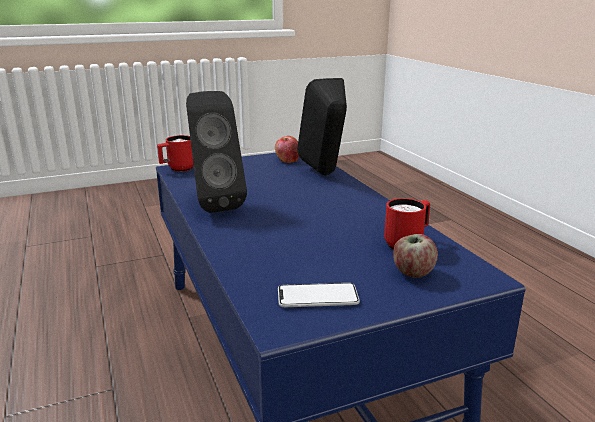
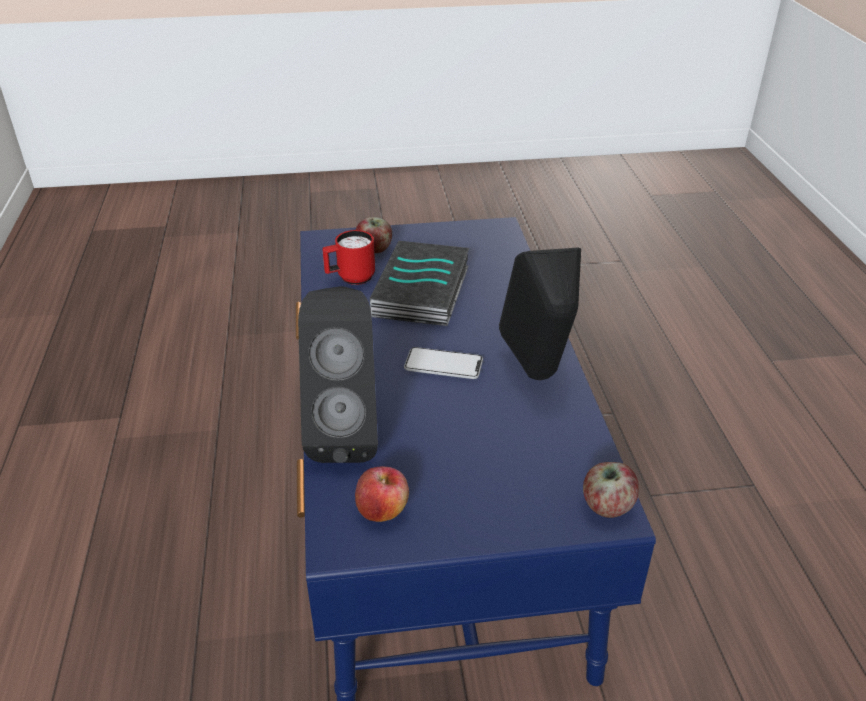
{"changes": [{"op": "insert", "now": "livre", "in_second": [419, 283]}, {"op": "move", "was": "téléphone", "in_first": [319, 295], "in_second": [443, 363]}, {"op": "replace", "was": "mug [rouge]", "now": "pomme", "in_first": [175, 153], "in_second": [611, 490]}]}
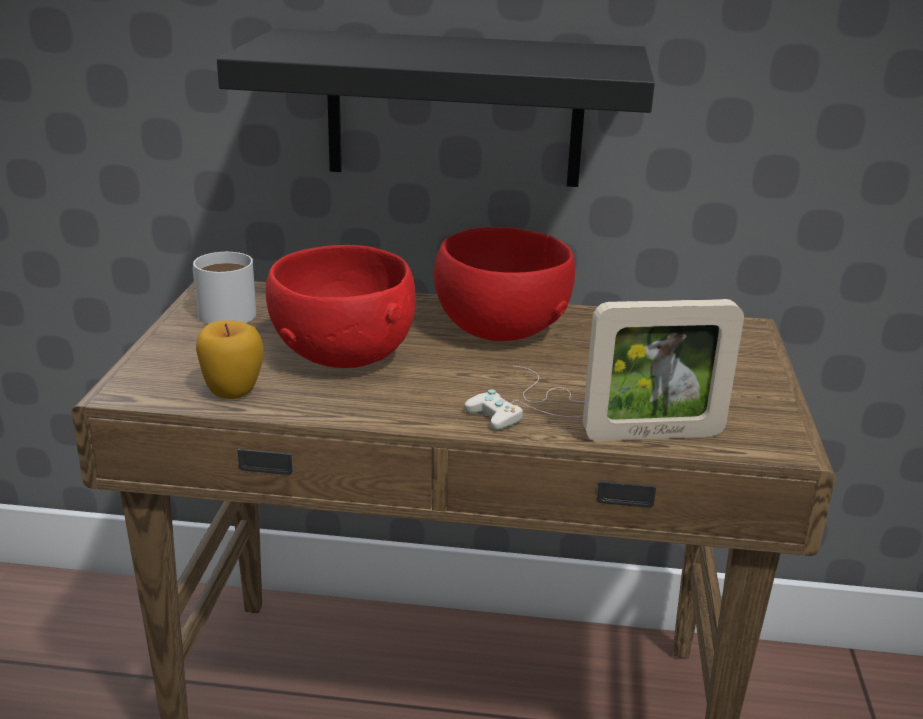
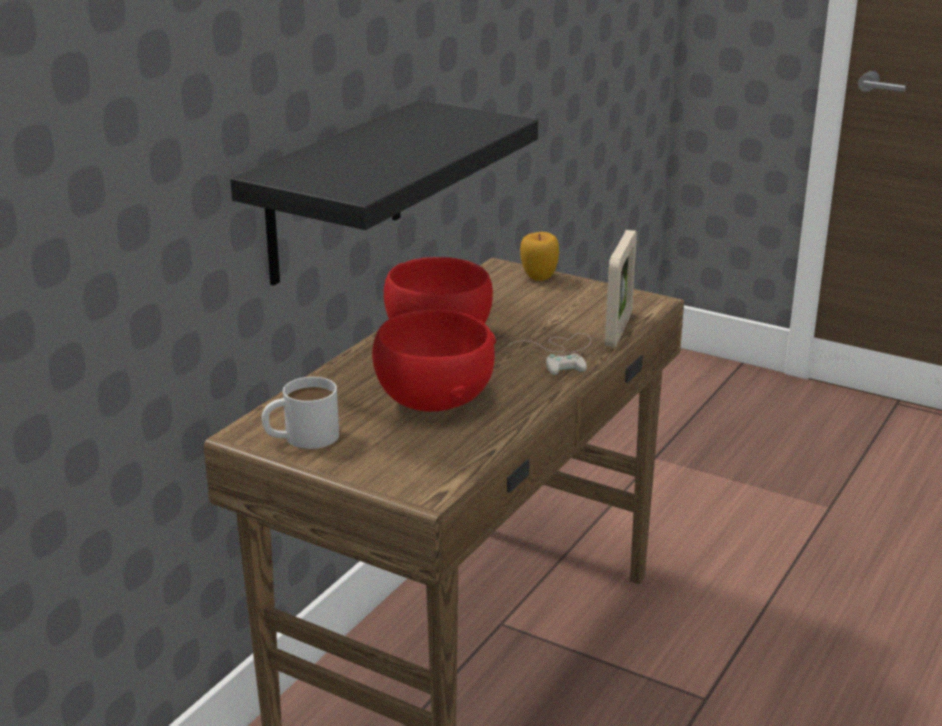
{"changes": [{"op": "move", "was": "pomme", "in_first": [230, 359], "in_second": [539, 256]}]}
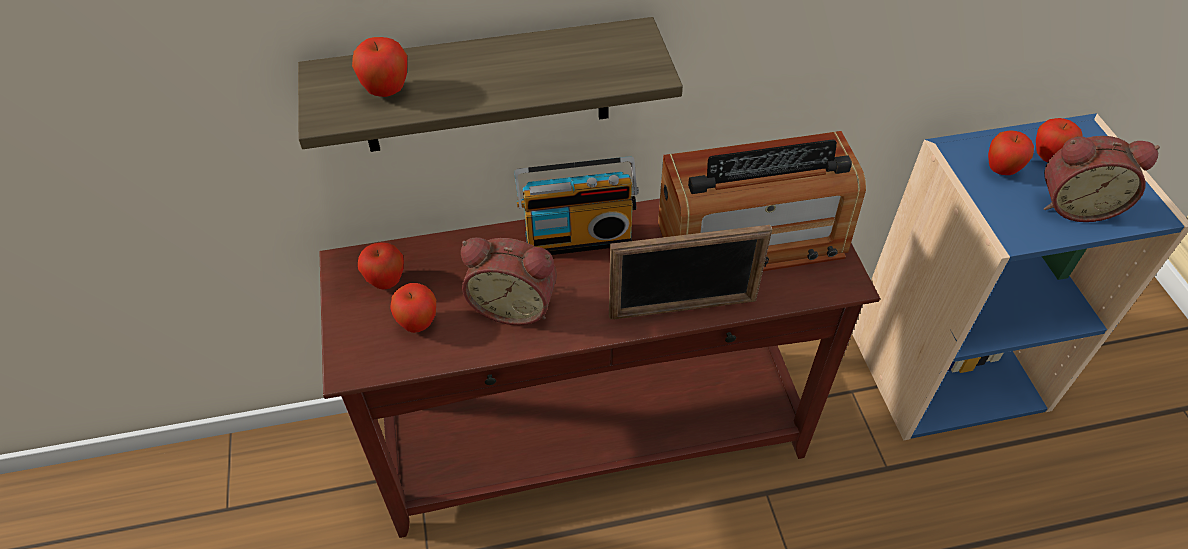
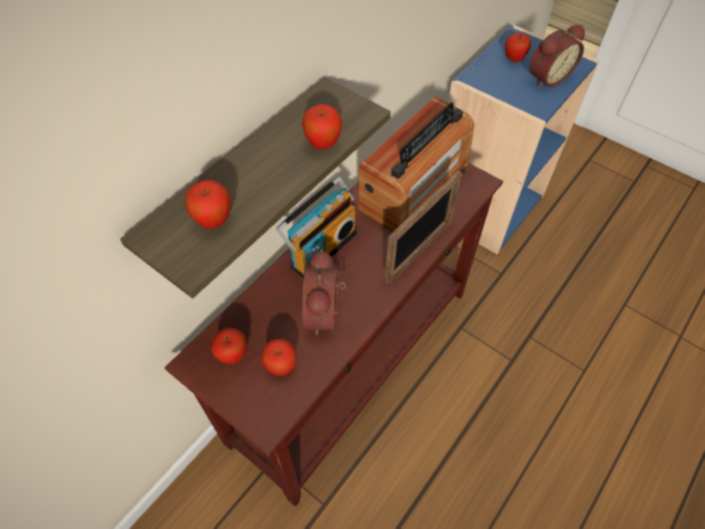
{"changes": [{"op": "move", "was": "pomme", "in_first": [1011, 152], "in_second": [322, 126]}, {"op": "rotate", "was": "réveil", "in_first": [509, 281], "in_second": [324, 292], "clockwise": 120}]}
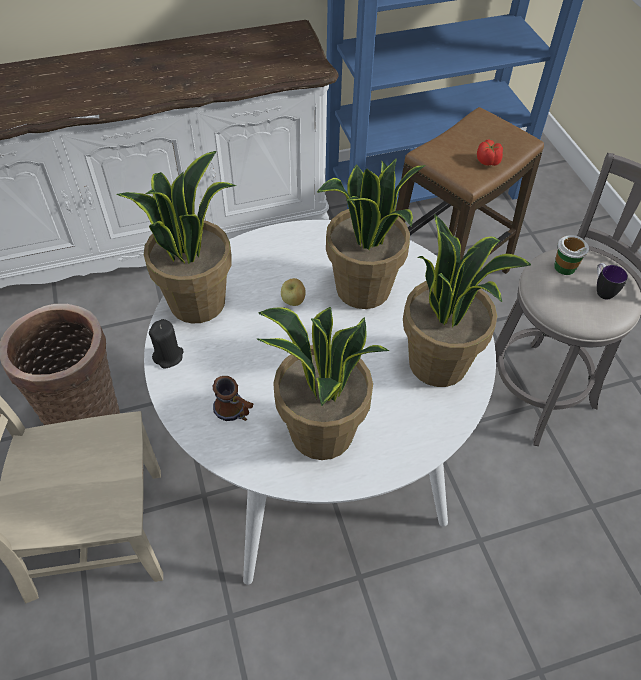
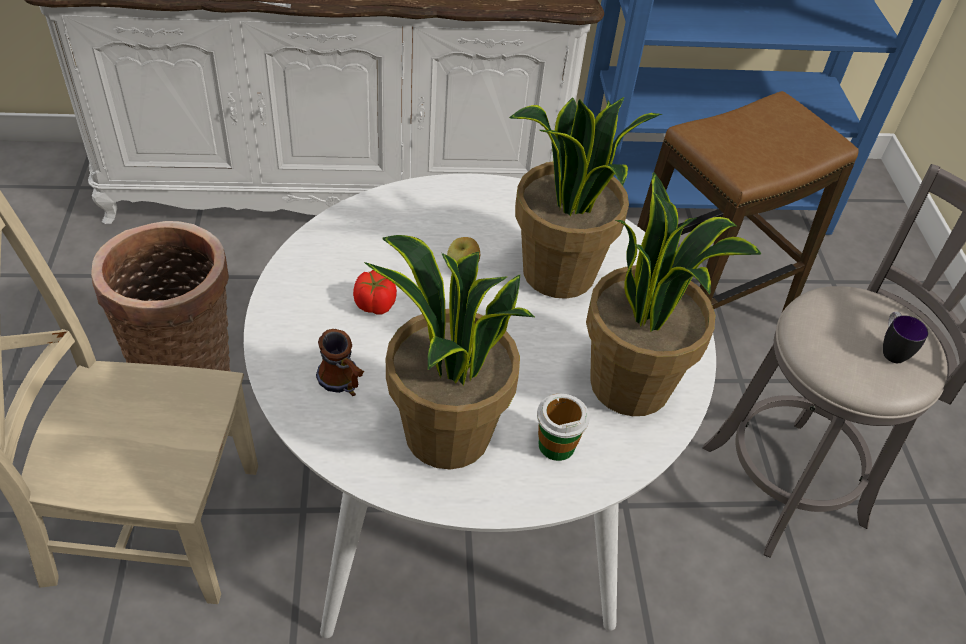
{"changes": [{"op": "delete", "was": "plante en pot", "in_first": [177, 237]}, {"op": "delete", "was": "bougie [noir]", "in_first": [166, 344]}, {"op": "move", "was": "tomate", "in_first": [490, 153], "in_second": [375, 292]}, {"op": "move", "was": "tasse", "in_first": [571, 255], "in_second": [563, 427]}]}
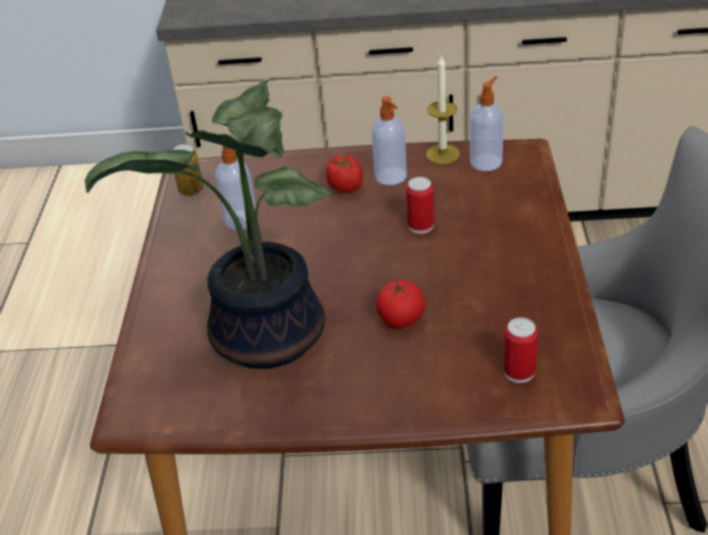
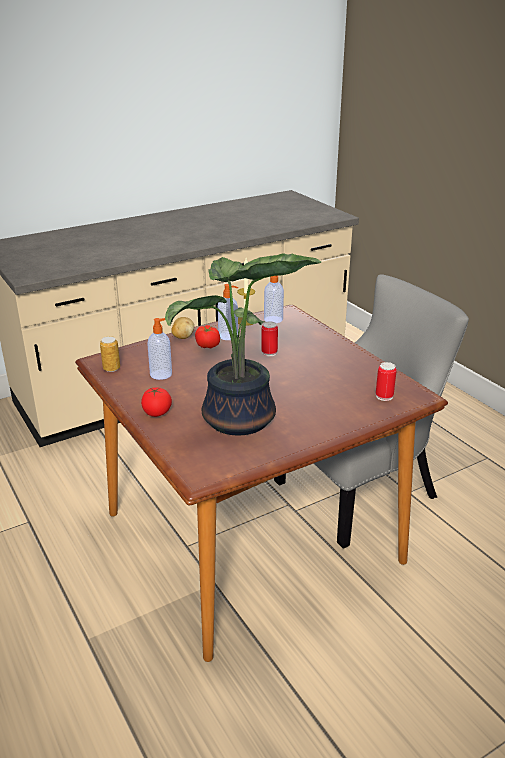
{"changes": [{"op": "insert", "now": "pomme de terre", "in_second": [182, 328]}, {"op": "move", "was": "tomate", "in_first": [400, 304], "in_second": [156, 402]}]}
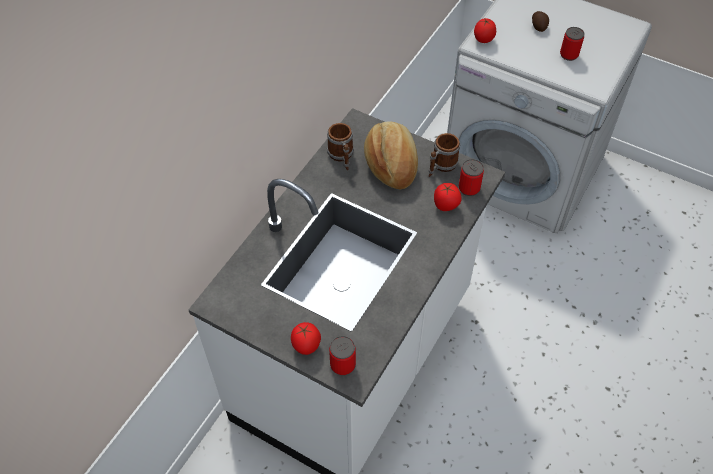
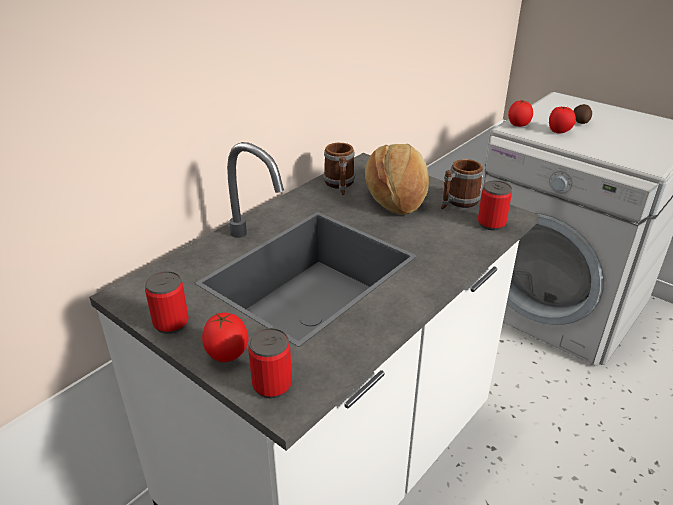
{"changes": [{"op": "move", "was": "tomate", "in_first": [448, 197], "in_second": [562, 119]}, {"op": "move", "was": "boîte métallique", "in_first": [572, 44], "in_second": [167, 302]}]}
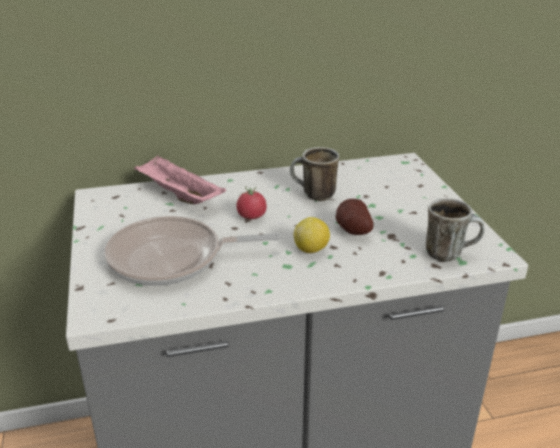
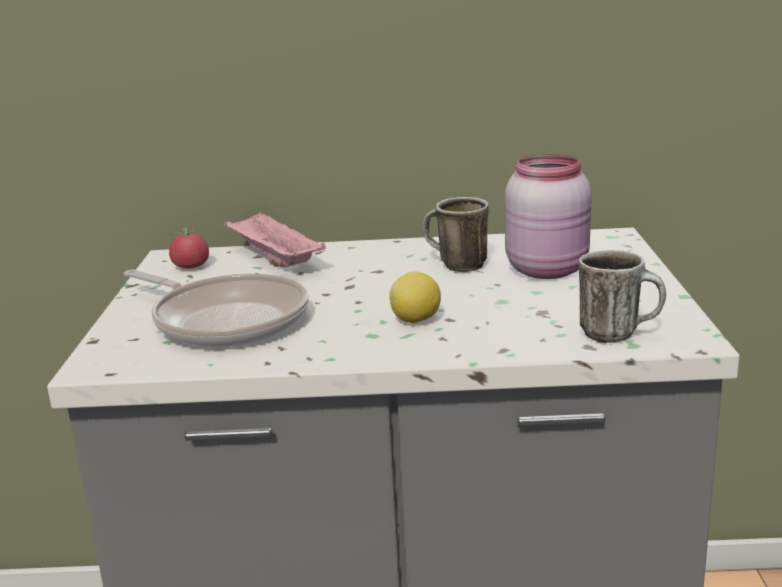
{"changes": [{"op": "delete", "was": "pomme de terre", "in_first": [355, 217]}, {"op": "insert", "now": "bocal [rose]", "in_second": [548, 216]}, {"op": "move", "was": "tomate", "in_first": [251, 203], "in_second": [189, 246]}, {"op": "rotate", "was": "poêle", "in_first": [192, 251], "in_second": [216, 308], "clockwise": -150}]}
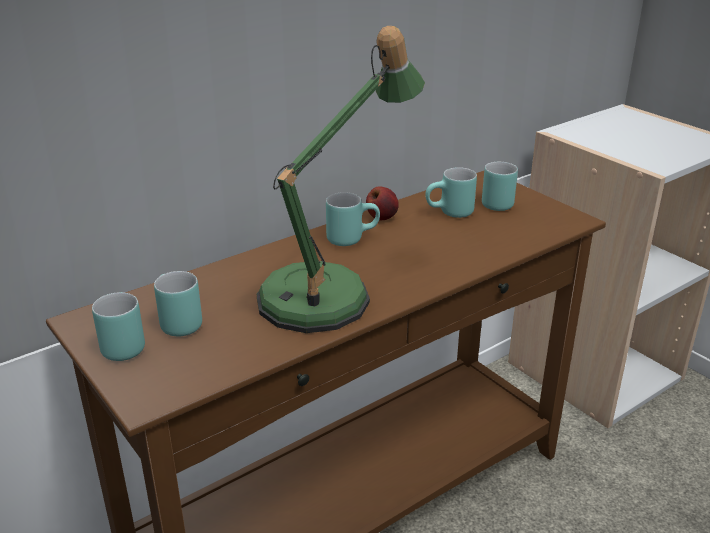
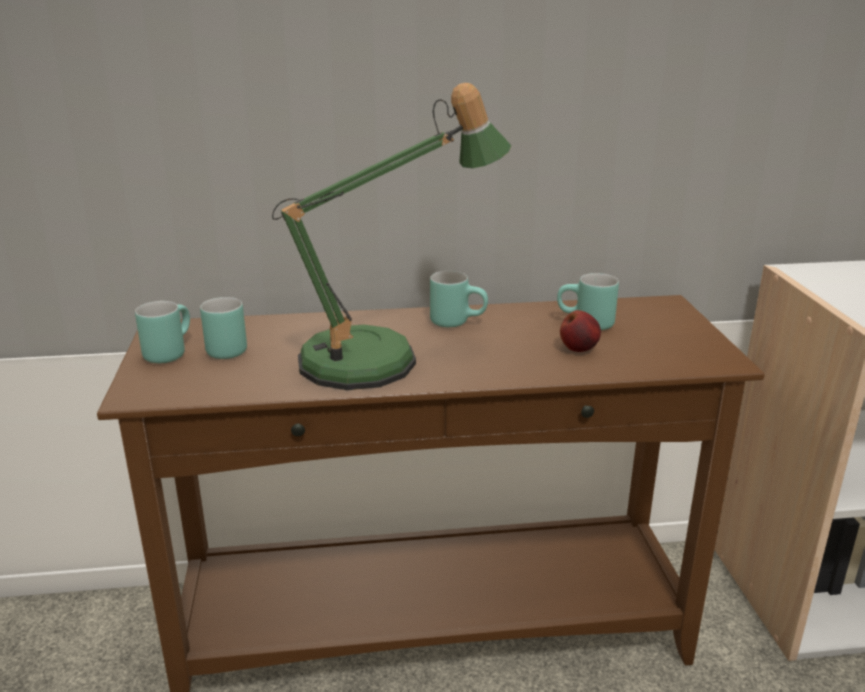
{"changes": [{"op": "delete", "was": "mug [turquoise]", "in_first": [500, 186]}, {"op": "move", "was": "pomme", "in_first": [382, 203], "in_second": [580, 331]}]}
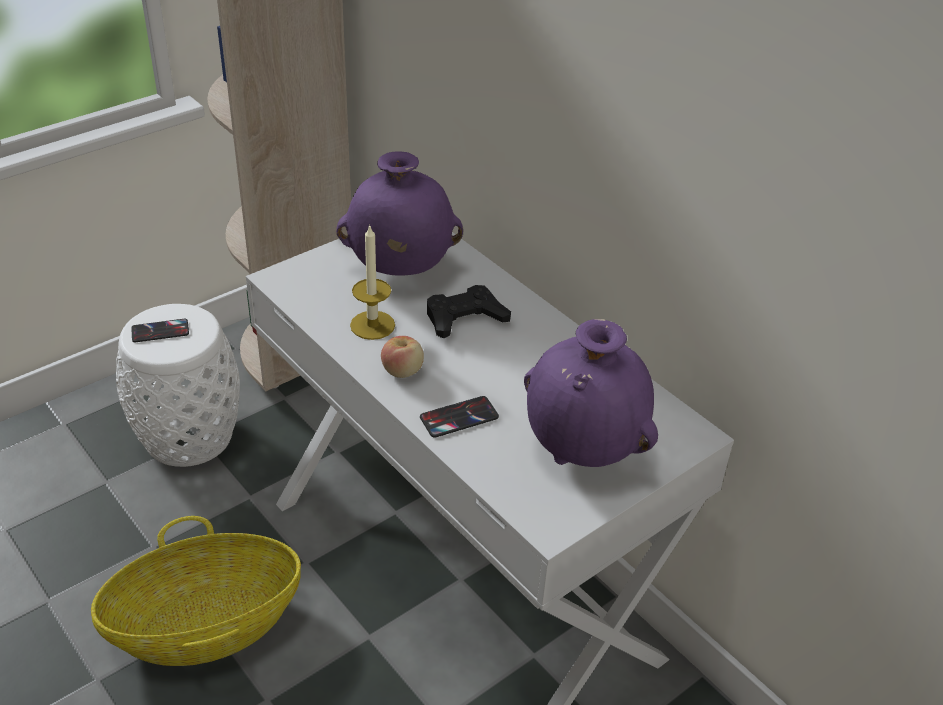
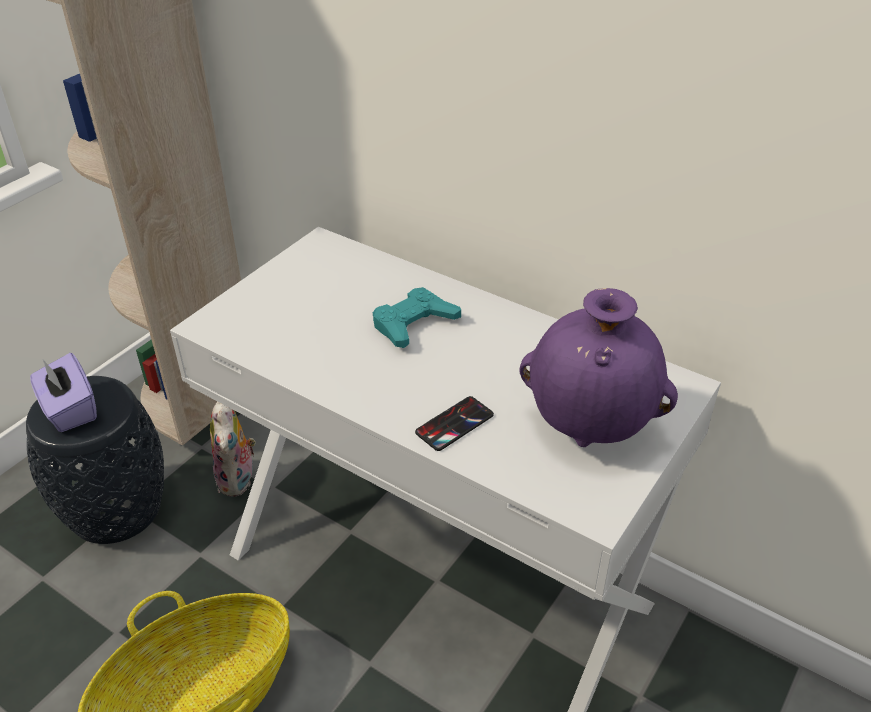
{"changes": [{"op": "delete", "was": "vase [violet]", "in_first": [399, 213]}, {"op": "delete", "was": "bougie", "in_first": [372, 282]}, {"op": "delete", "was": "pomme", "in_first": [402, 357]}, {"op": "insert", "now": "peluche", "in_second": [233, 449]}, {"op": "replace", "was": "téléphone", "now": "boîte à mouchoirs [violet]", "in_first": [160, 330], "in_second": [63, 392]}, {"op": "recolor", "was": "tabouret [blanc]", "now": "tabouret [noir]", "in_first": [178, 385], "in_second": [95, 460]}, {"op": "recolor", "was": "manette [noir]", "now": "manette [turquoise]", "in_first": [469, 312], "in_second": [417, 317]}]}
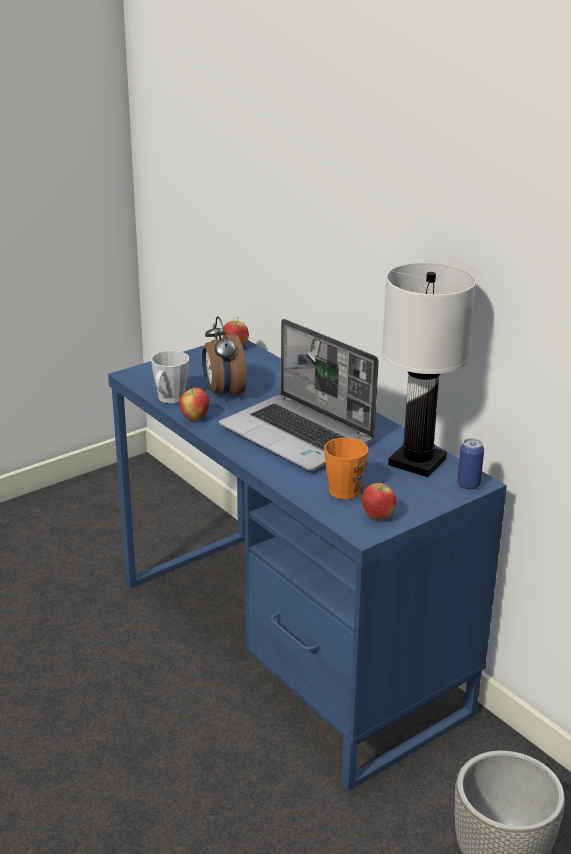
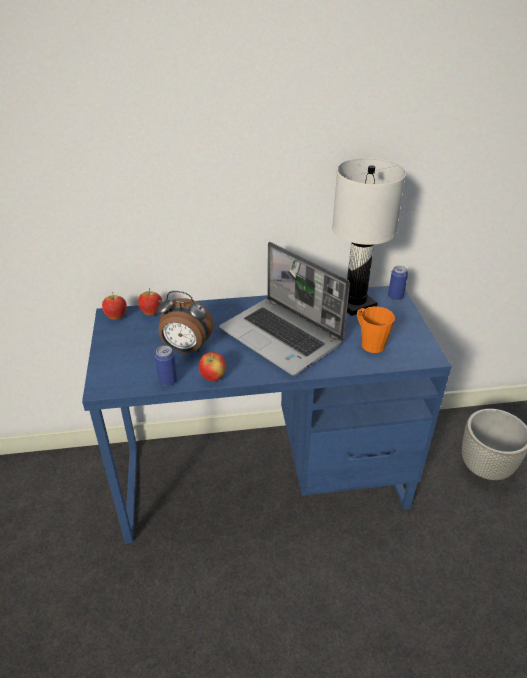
{"changes": [{"op": "move", "was": "pomme", "in_first": [378, 500], "in_second": [150, 302]}, {"op": "replace", "was": "mug [gris]", "now": "boîte métallique", "in_first": [170, 377], "in_second": [166, 366]}, {"op": "rotate", "was": "ordinateur portable", "in_first": [299, 394], "in_second": [284, 309], "clockwise": 60}]}
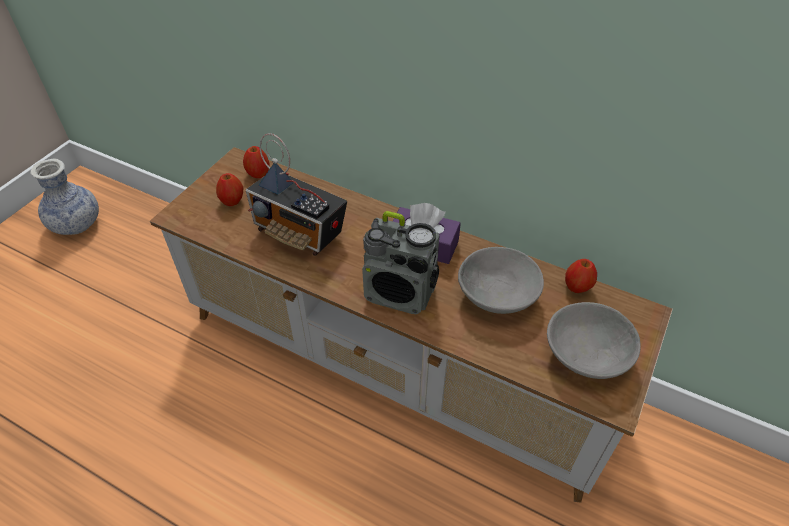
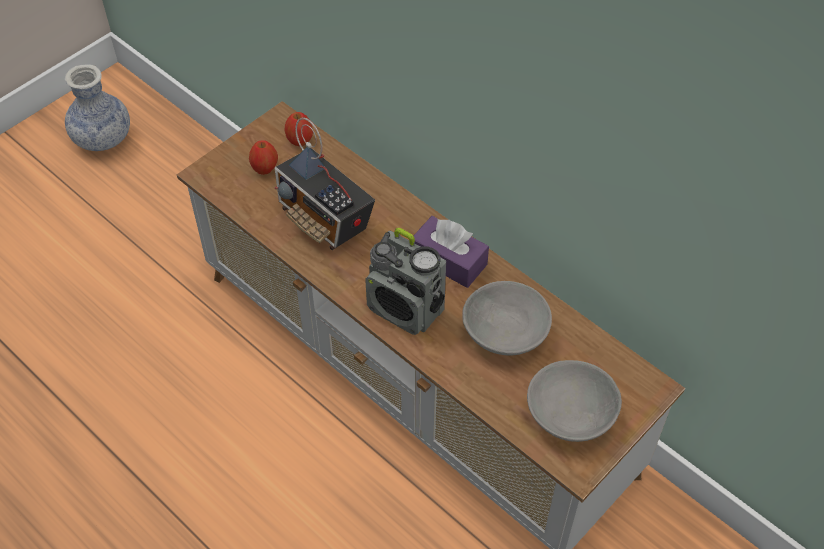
{"changes": [{"op": "delete", "was": "pomme", "in_first": [581, 276]}]}
